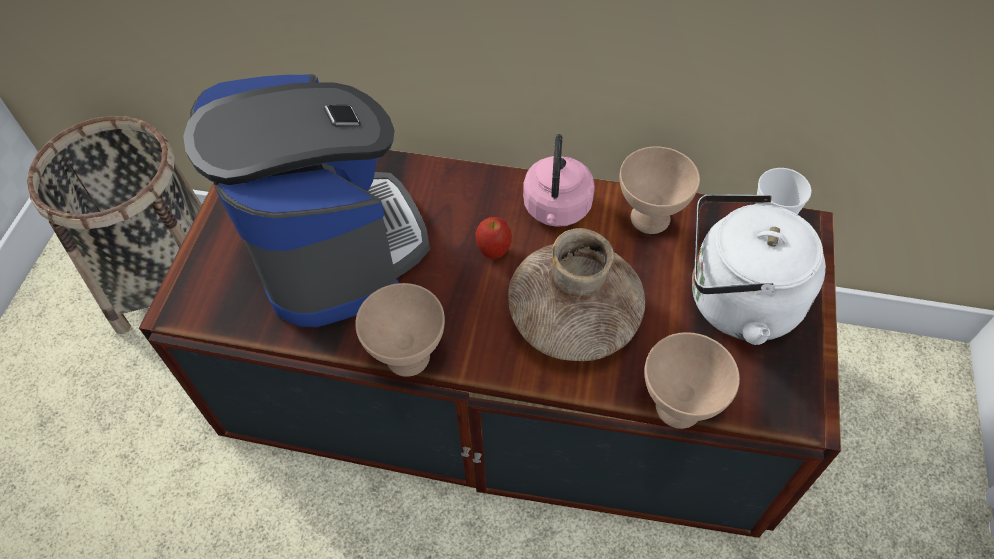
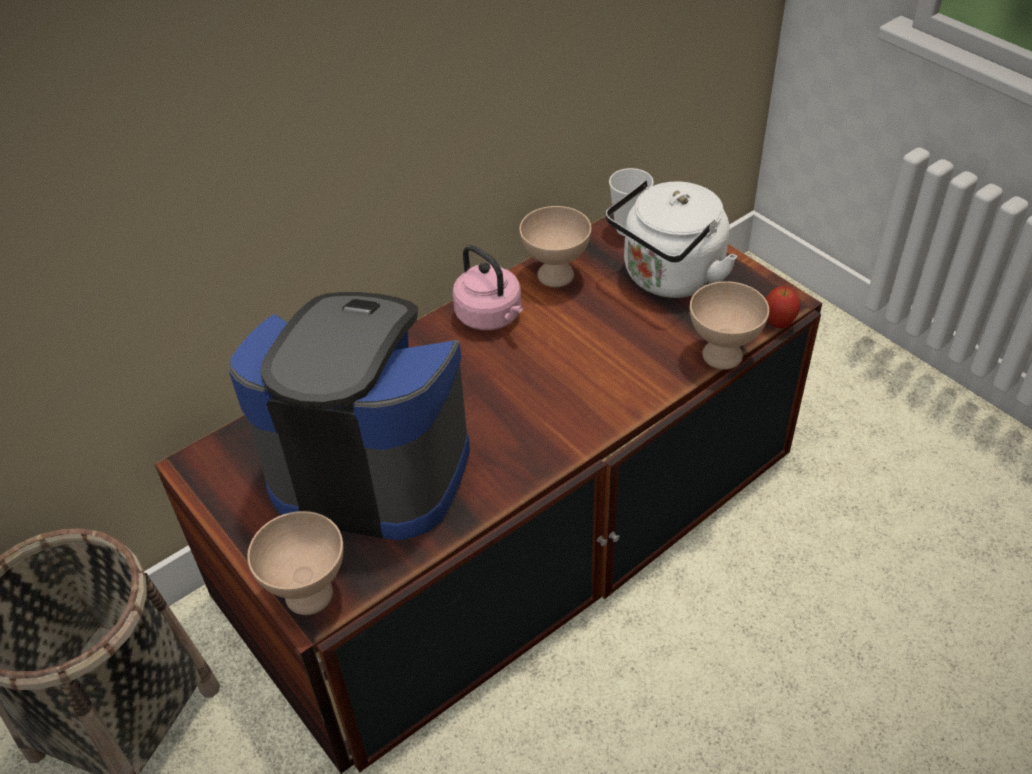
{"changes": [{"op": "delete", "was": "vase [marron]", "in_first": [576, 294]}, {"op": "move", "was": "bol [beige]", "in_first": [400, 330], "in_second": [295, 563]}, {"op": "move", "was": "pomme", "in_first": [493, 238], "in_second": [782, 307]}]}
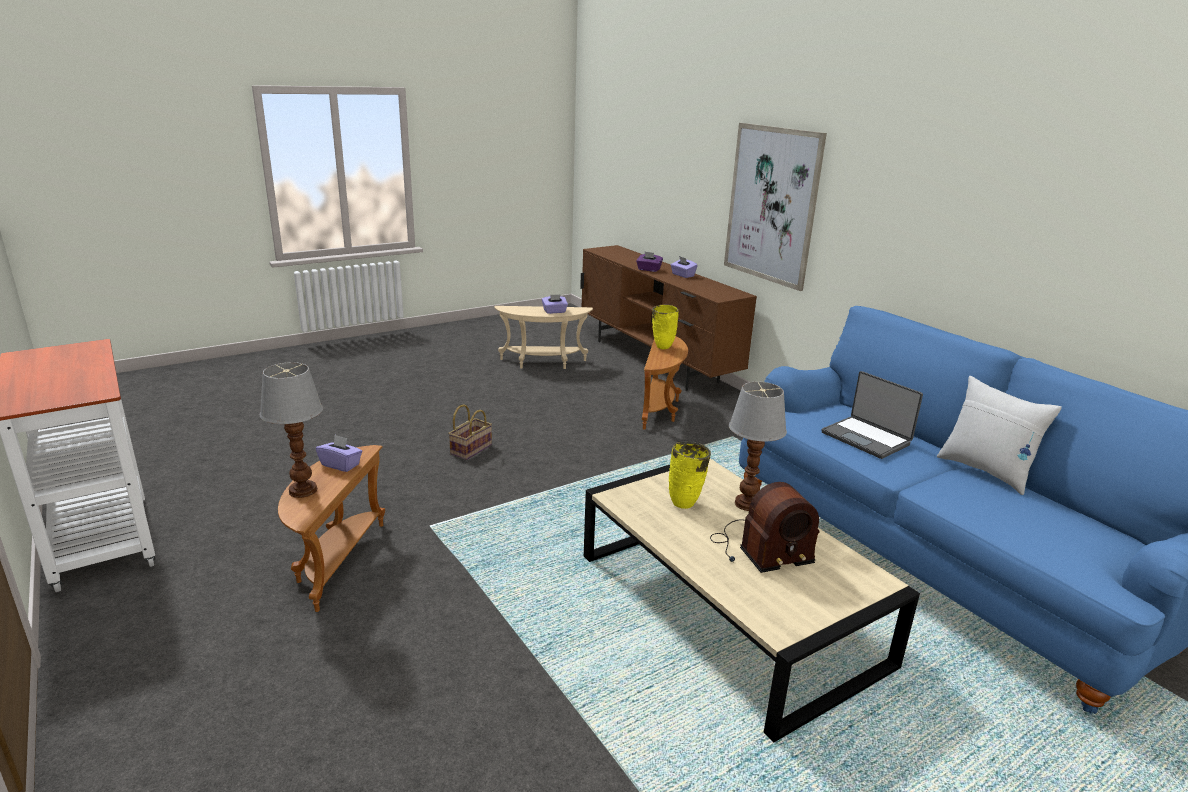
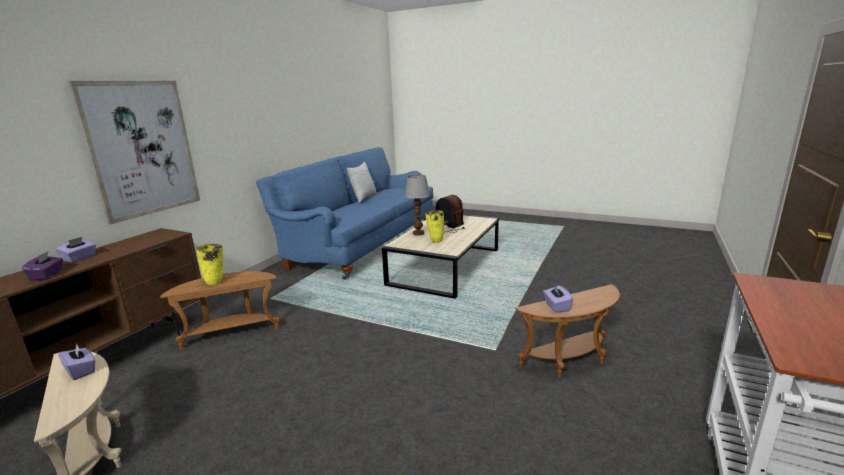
{"changes": [{"op": "delete", "was": "lampe de table", "in_first": [291, 430]}, {"op": "delete", "was": "panier", "in_first": [470, 432]}, {"op": "delete", "was": "ordinateur portable", "in_first": [872, 415]}]}
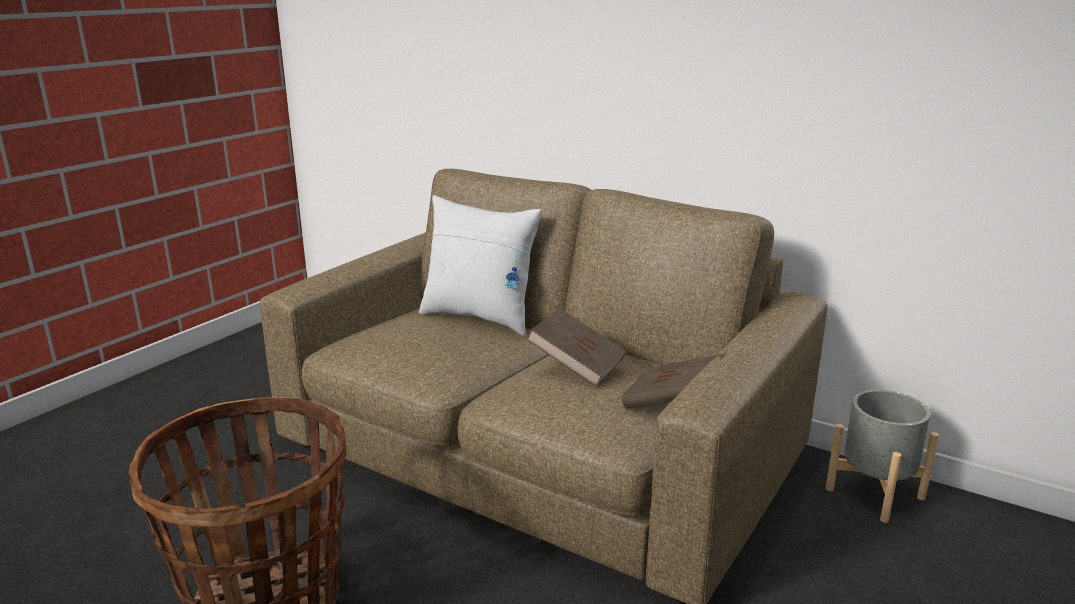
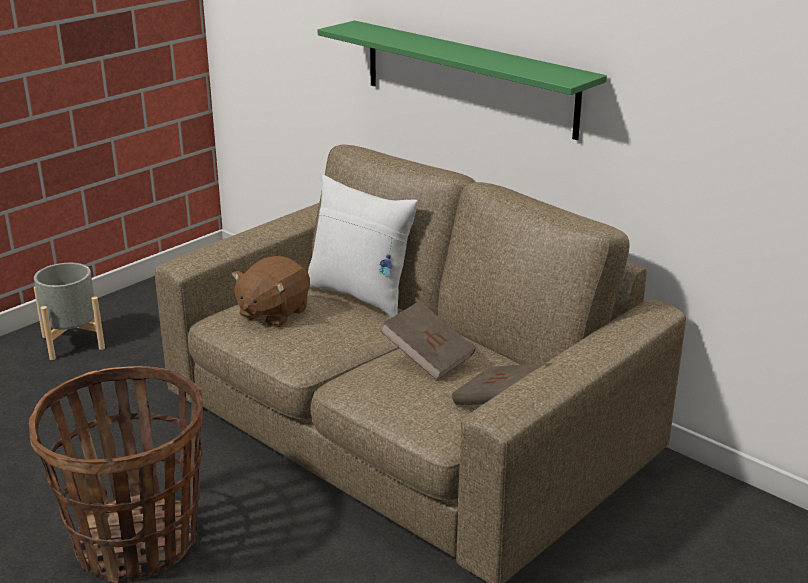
{"changes": [{"op": "insert", "now": "peluche [marron]", "in_second": [271, 292]}, {"op": "insert", "now": "étagère [vert]", "in_second": [462, 80]}, {"op": "move", "was": "cache-pot [gris]", "in_first": [882, 456], "in_second": [69, 311]}]}
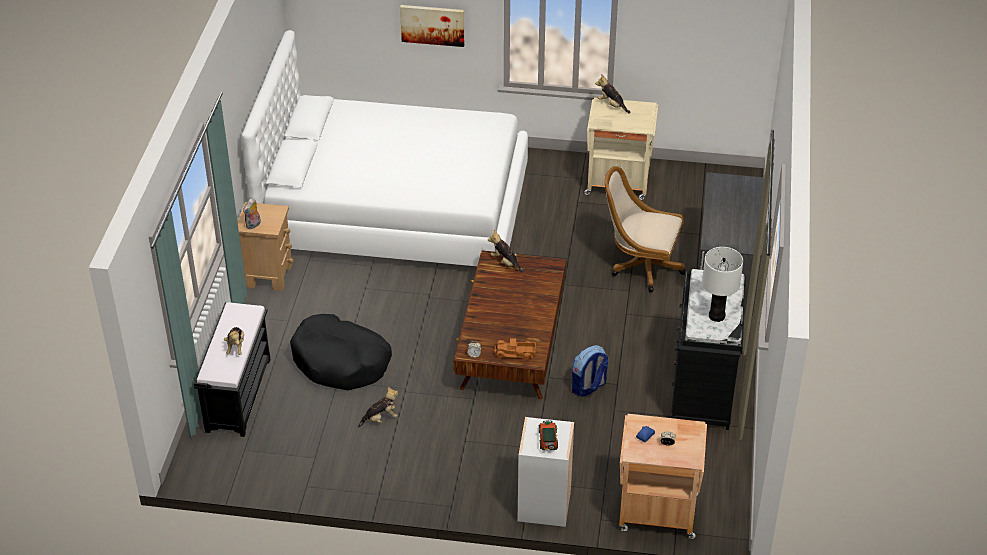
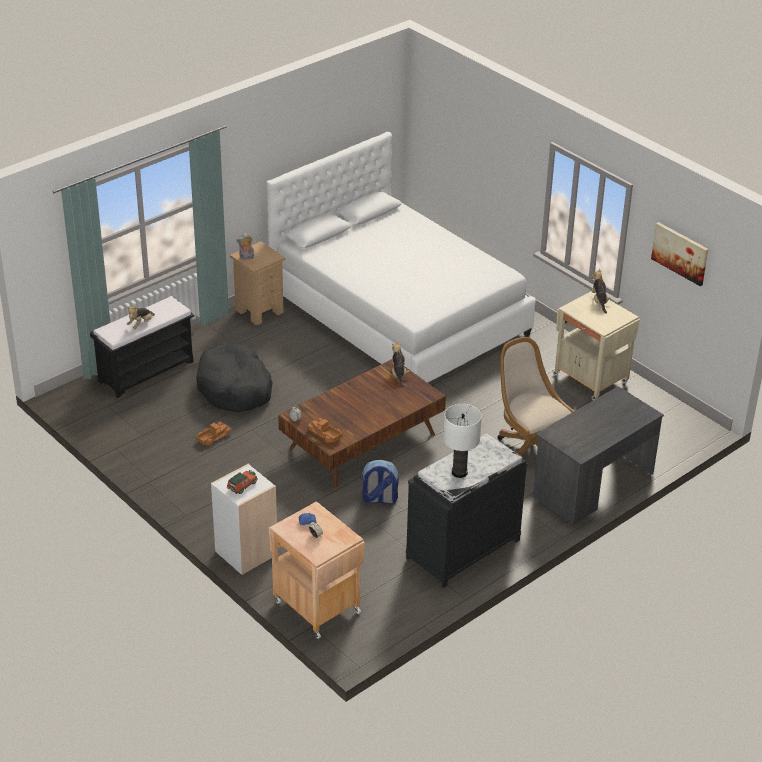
{"changes": [{"op": "move", "was": "tableau", "in_first": [432, 26], "in_second": [680, 254]}, {"op": "replace", "was": "peluche", "now": "camion jouet", "in_first": [378, 406], "in_second": [214, 434]}]}
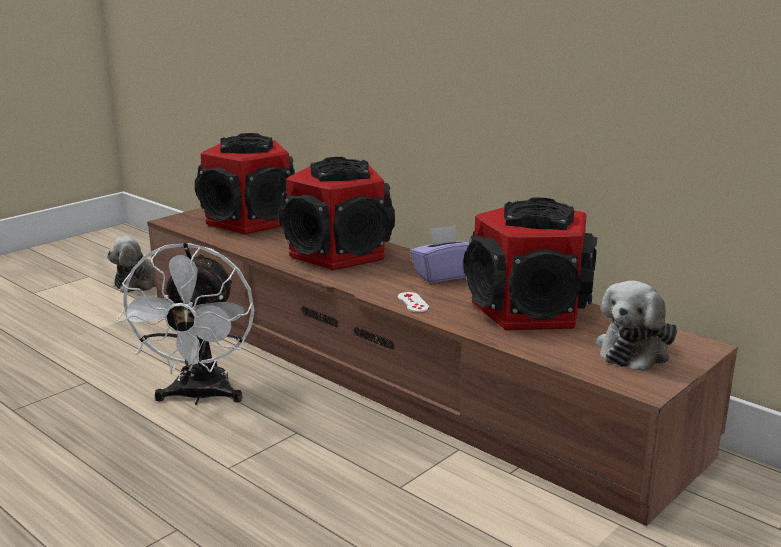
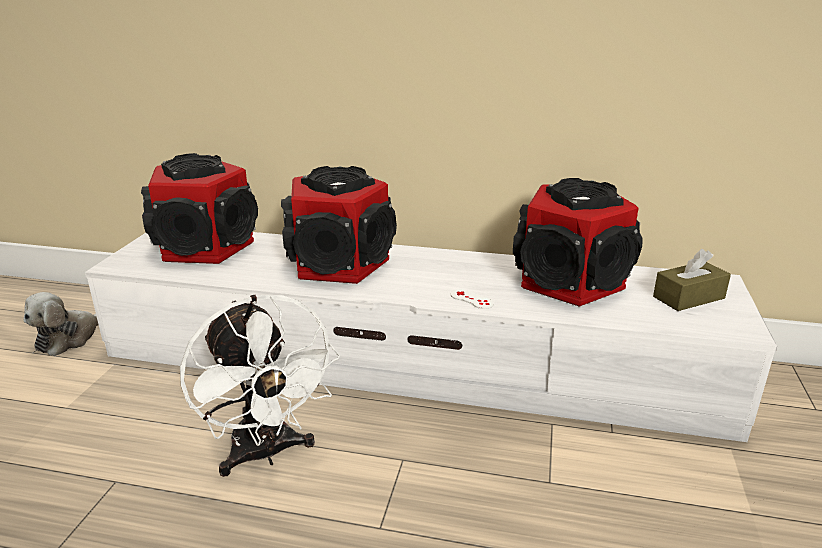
{"changes": [{"op": "delete", "was": "boîte à mouchoirs [violet]", "in_first": [439, 254]}, {"op": "replace", "was": "peluche", "now": "boîte à mouchoirs [marron]", "in_first": [636, 326], "in_second": [692, 280]}, {"op": "recolor", "was": "meuble télé [marron]", "now": "meuble télé [blanc]", "in_first": [442, 366], "in_second": [431, 337]}]}
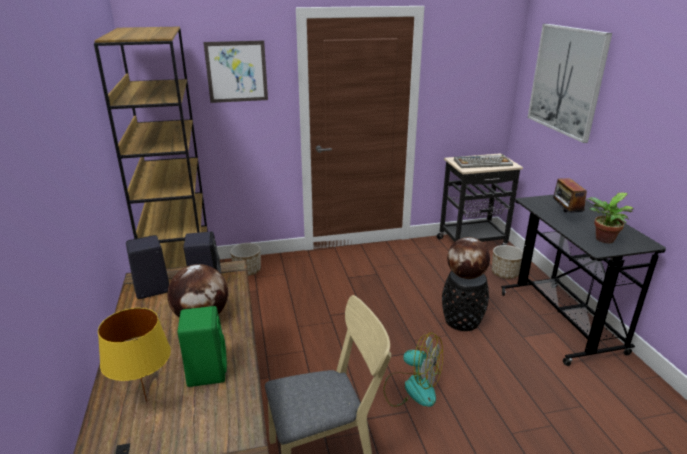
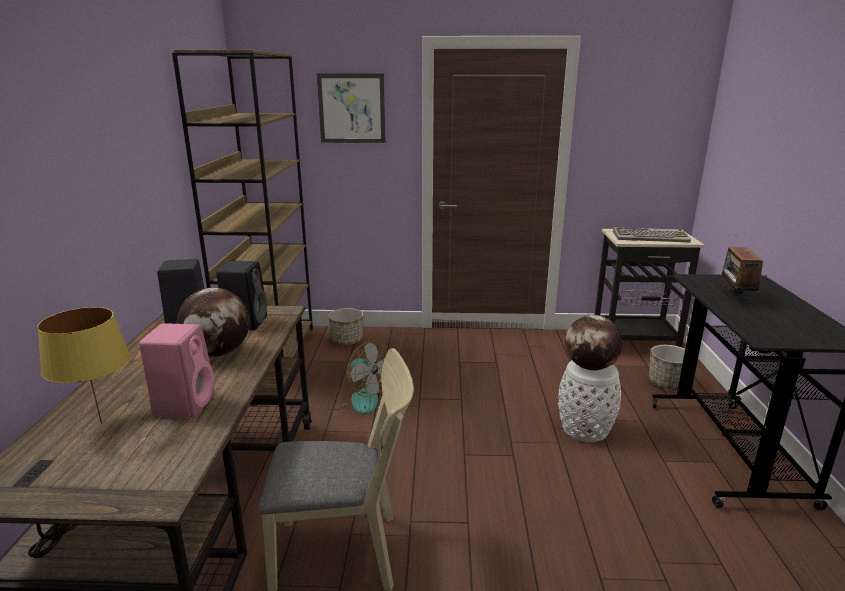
{"changes": [{"op": "delete", "was": "tableau", "in_first": [570, 83]}, {"op": "delete", "was": "plante en pot", "in_first": [610, 218]}, {"op": "move", "was": "ventilateur", "in_first": [413, 369], "in_second": [357, 378]}, {"op": "recolor", "was": "enceinte [vert]", "now": "enceinte [rose]", "in_first": [202, 346], "in_second": [177, 370]}, {"op": "recolor", "was": "tabouret [noir]", "now": "tabouret [blanc]", "in_first": [465, 301], "in_second": [589, 401]}]}
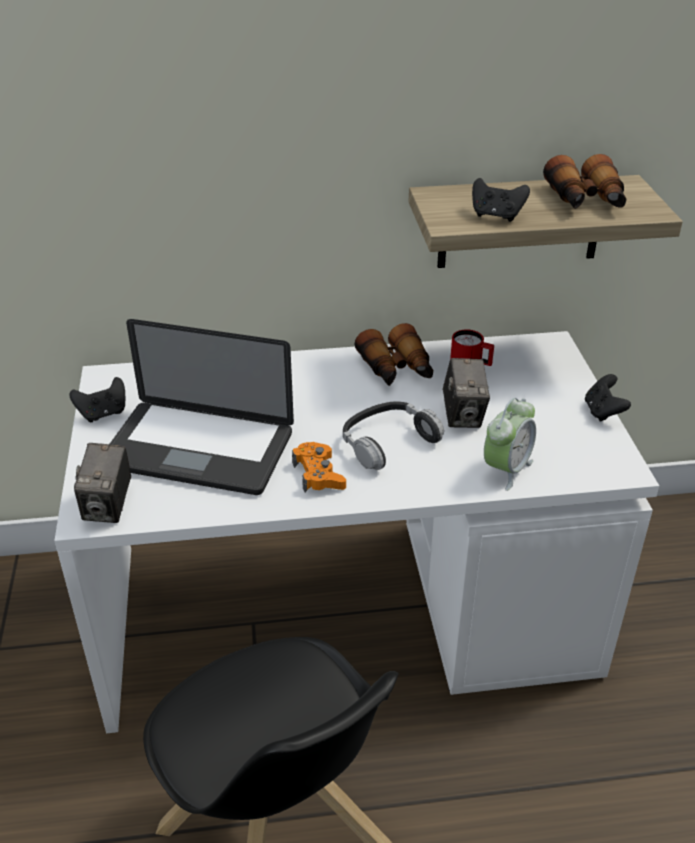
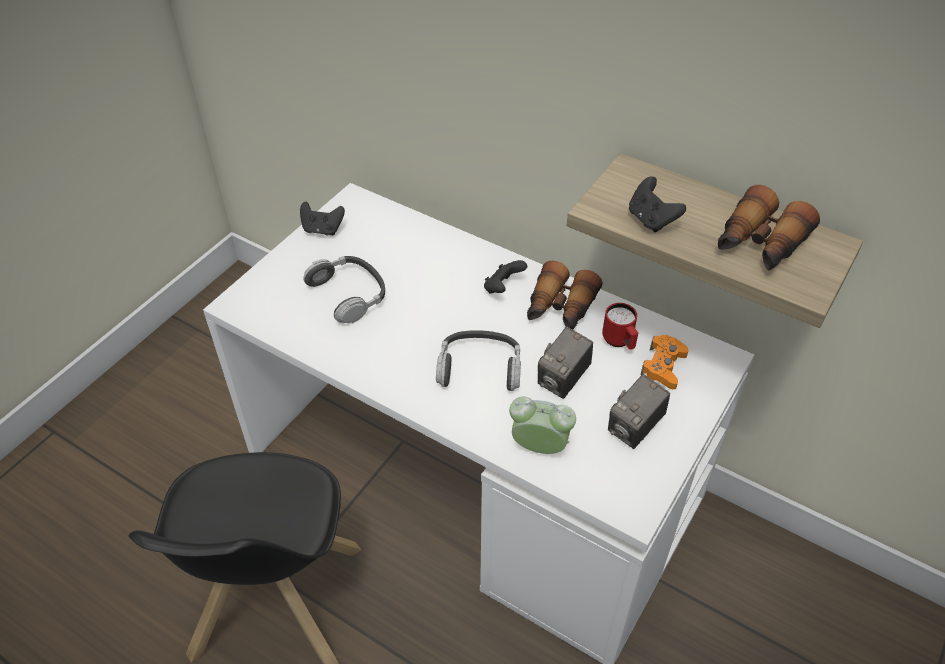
{"changes": [{"op": "move", "was": "appareil photo", "in_first": [102, 483], "in_second": [639, 411]}, {"op": "move", "was": "manette [orange]", "in_first": [319, 467], "in_second": [665, 362]}, {"op": "move", "was": "manette [noir]", "in_first": [608, 398], "in_second": [505, 277]}, {"op": "replace", "was": "ordinateur portable", "now": "casque audio", "in_first": [202, 407], "in_second": [344, 289]}, {"op": "rotate", "was": "réveil", "in_first": [510, 444], "in_second": [542, 425], "clockwise": -150}]}
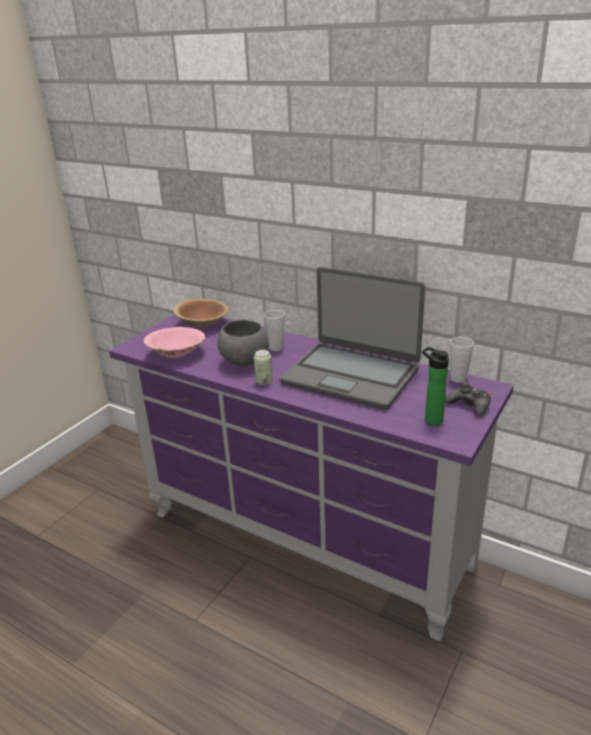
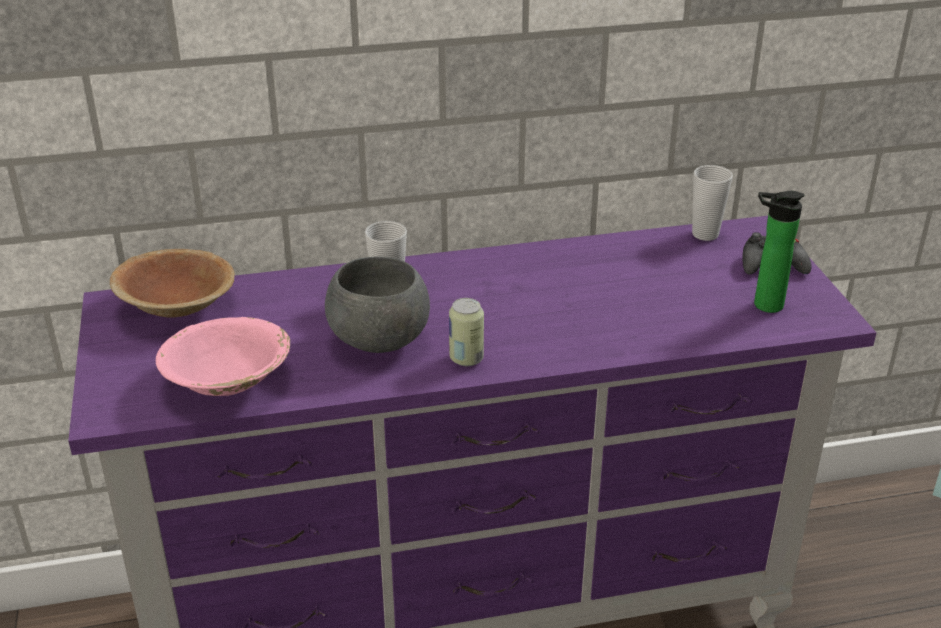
{"changes": [{"op": "delete", "was": "ordinateur portable", "in_first": [352, 338]}]}
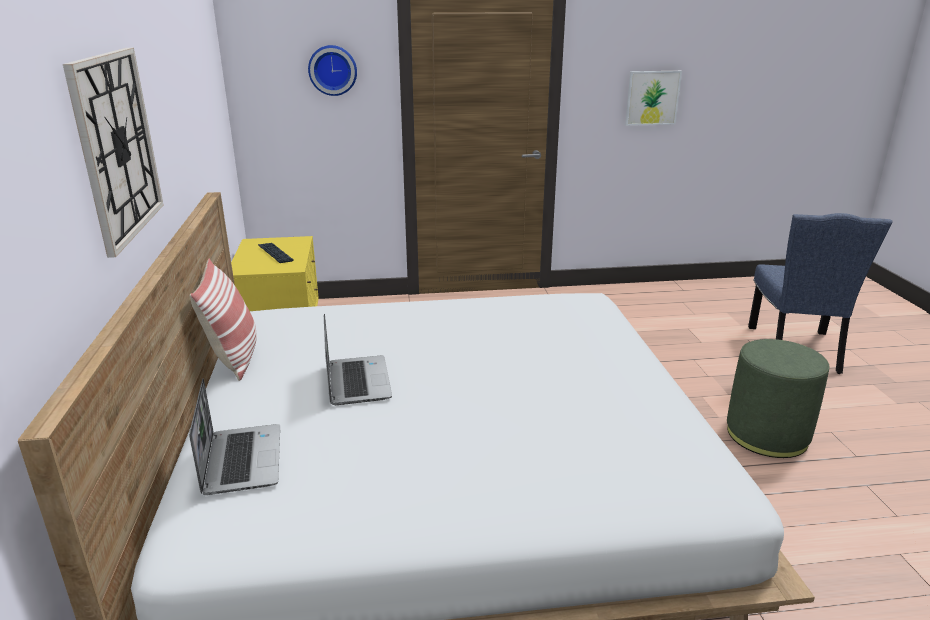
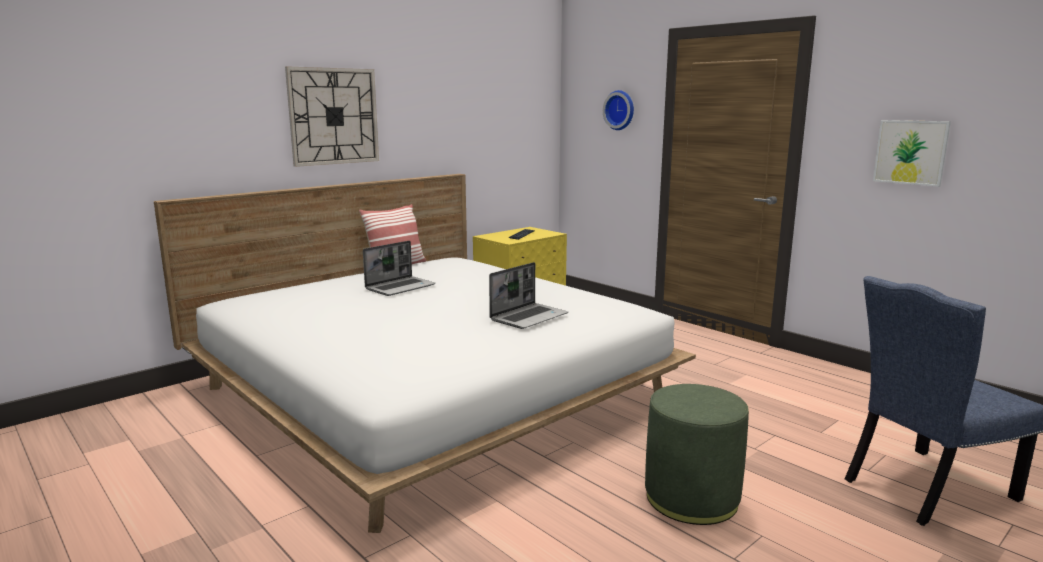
{"changes": [{"op": "move", "was": "ordinateur portable", "in_first": [234, 437], "in_second": [528, 295]}]}
